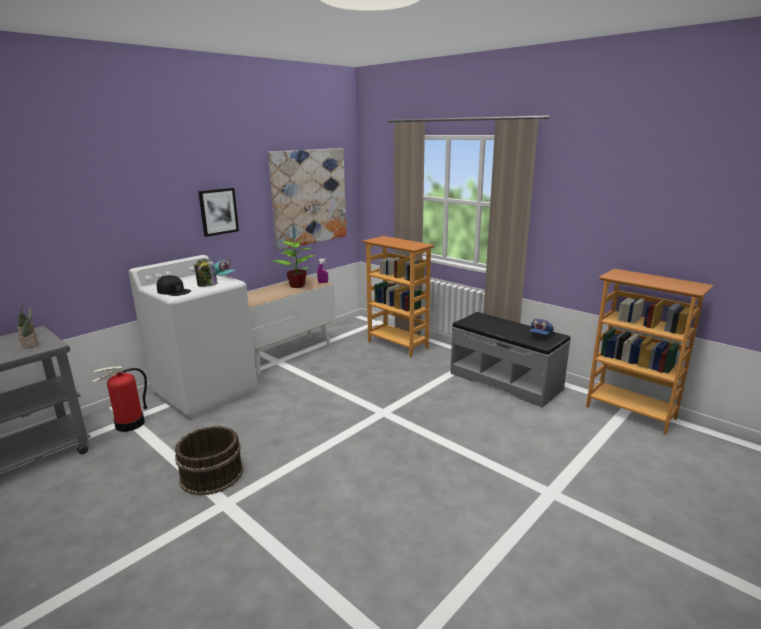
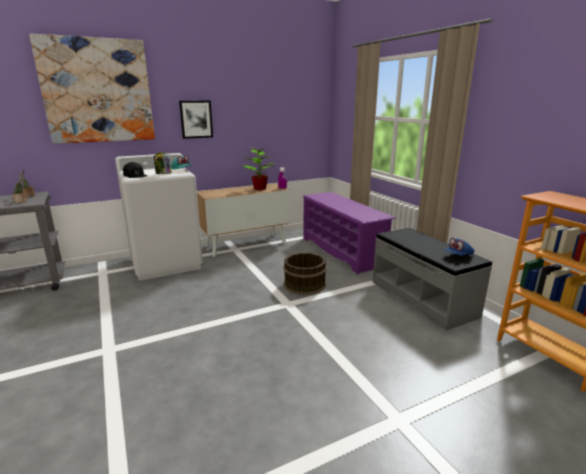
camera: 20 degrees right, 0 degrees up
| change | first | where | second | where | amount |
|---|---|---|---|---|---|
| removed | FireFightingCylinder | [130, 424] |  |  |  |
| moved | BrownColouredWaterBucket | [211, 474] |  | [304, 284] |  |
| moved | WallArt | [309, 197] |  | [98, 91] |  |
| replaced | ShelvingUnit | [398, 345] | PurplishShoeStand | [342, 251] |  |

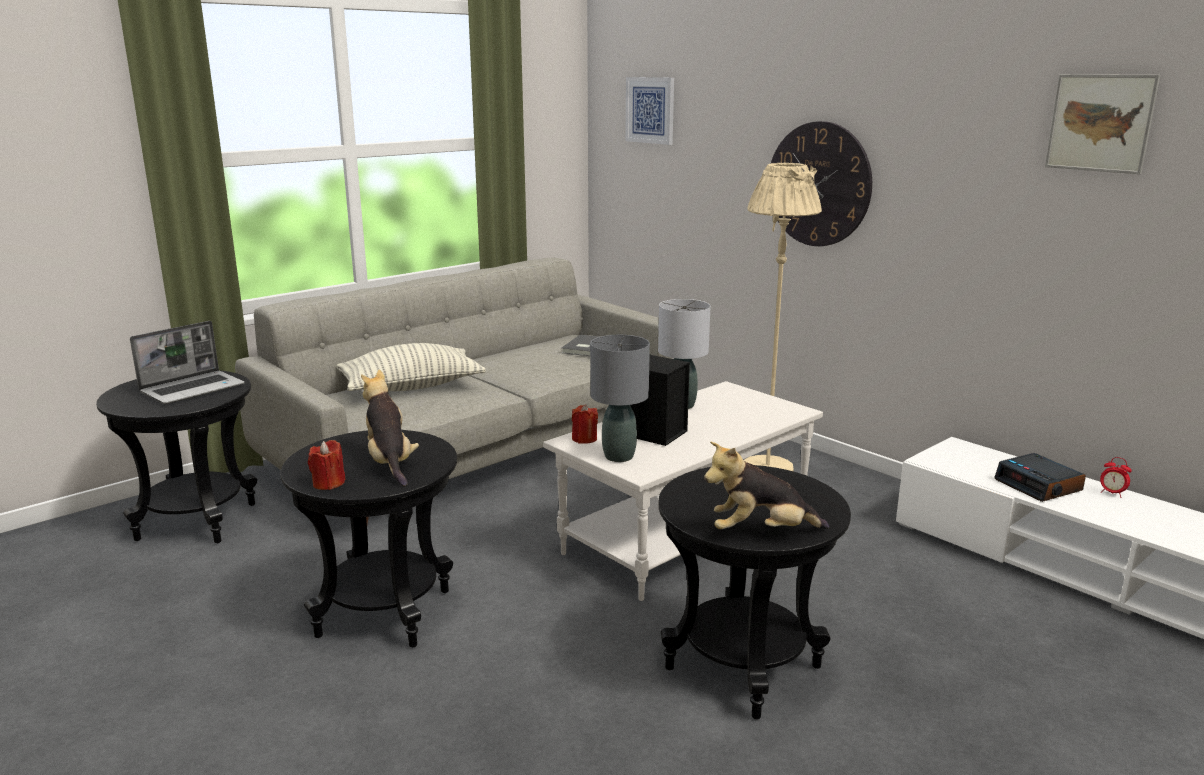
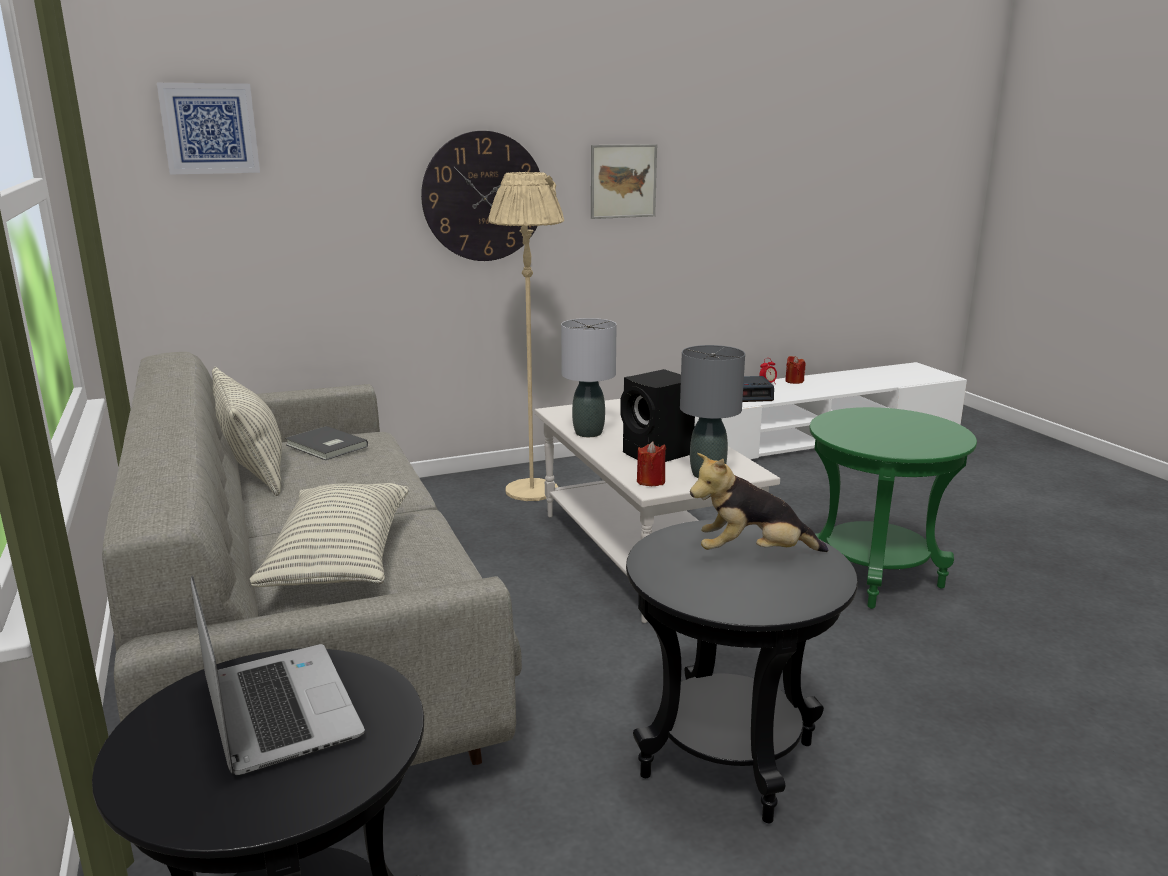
camera: 70 degrees left, 0 degrees up
| change | first | where | second | where | amount |
|---|---|---|---|---|---|
| moved | RedWaxLight | [328, 483] |  | [794, 381] |  |
| recoloured | BlackColouredEndTable | [743, 668] | GreenishEndTable | [874, 578] |  |
| removed | SoftToy | [760, 532] |  |  |  |
| moved | WallArt | [1100, 123] |  | [623, 181] |  |
| added |  |  | Pillow | [252, 469] |  |

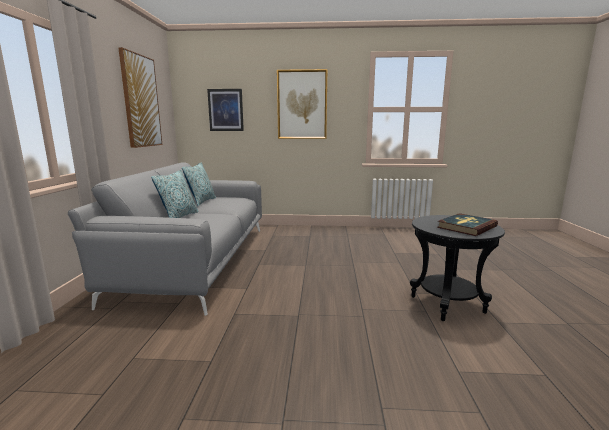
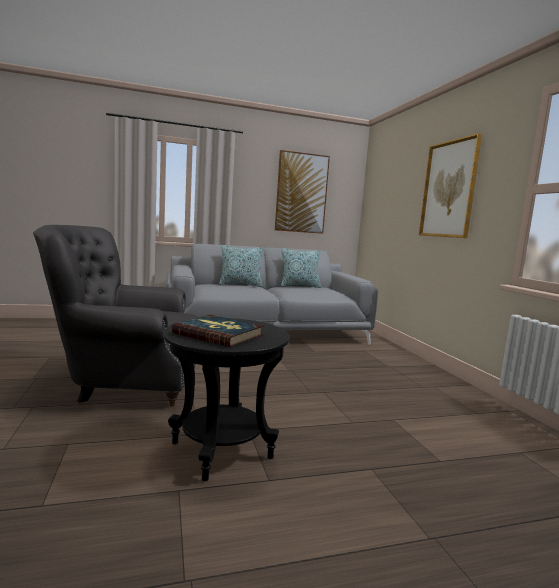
camera: 70 degrees right, 5 degrees down
| change | first | where | second | where | amount |
|---|---|---|---|---|---|
| removed | WallArt | [225, 110] |  |  |  |
| added |  |  | GreyLoungeChair | [125, 383] |  |

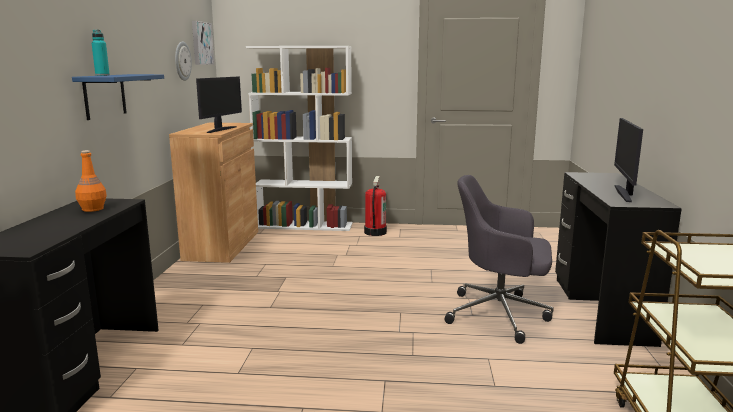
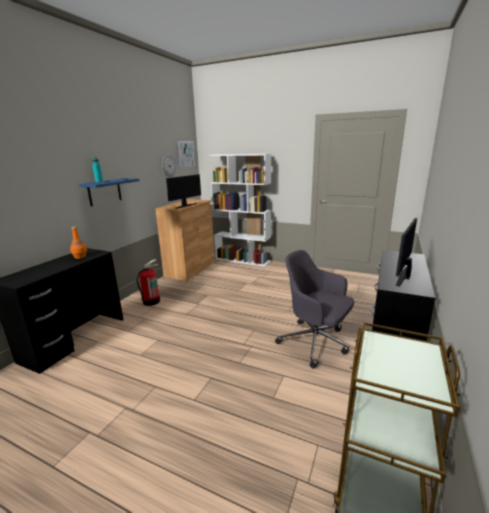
camera: 20 degrees right, 5 degrees up
| change | first | where | second | where | amount |
|---|---|---|---|---|---|
| moved | FireFightingCylinder | [375, 232] |  | [151, 301] |  |

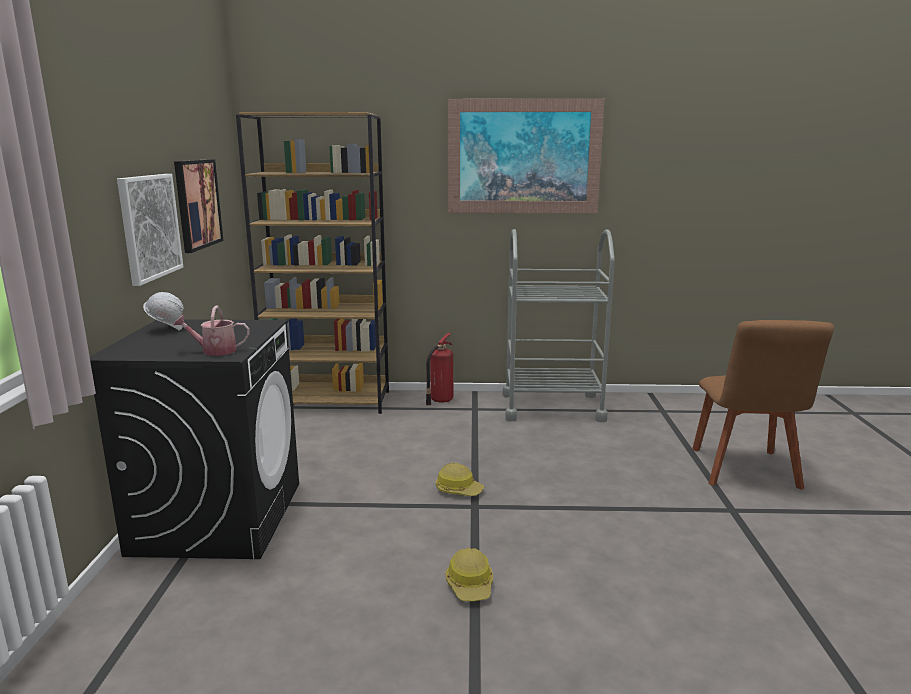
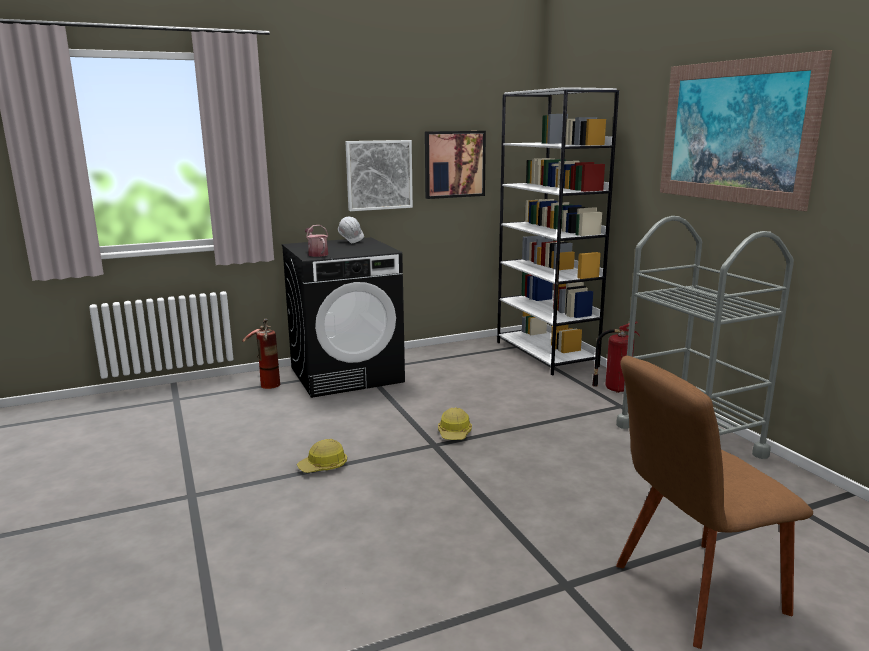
camera: 65 degrees right, 0 degrees up
| change | first | where | second | where | amount |
|---|---|---|---|---|---|
| recoloured | BrownColouredShelvingUnit | [329, 401] | WhitishShelvingUnit | [546, 354] |  |
| added |  |  | FireFightingCylinder | [266, 383] |  |

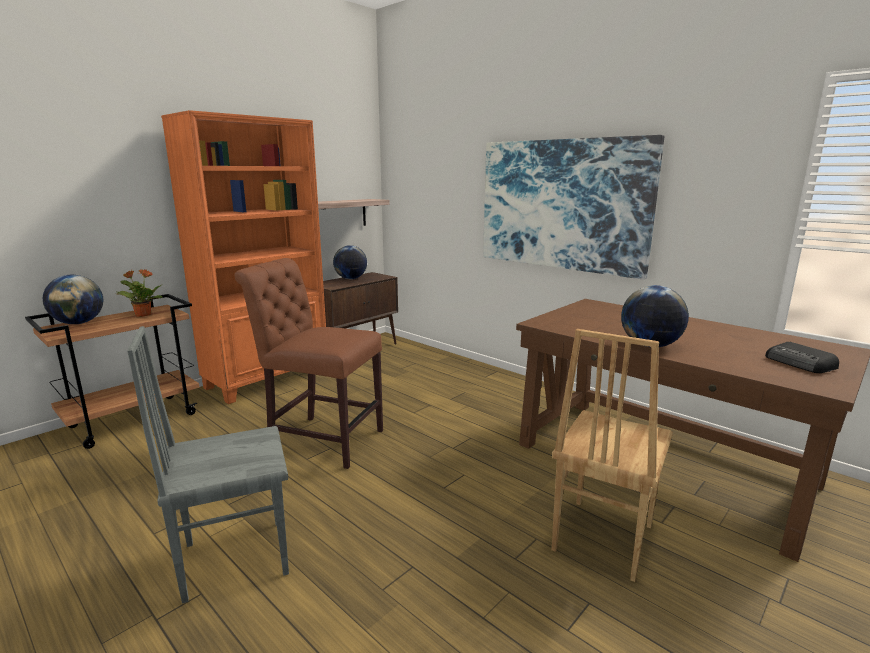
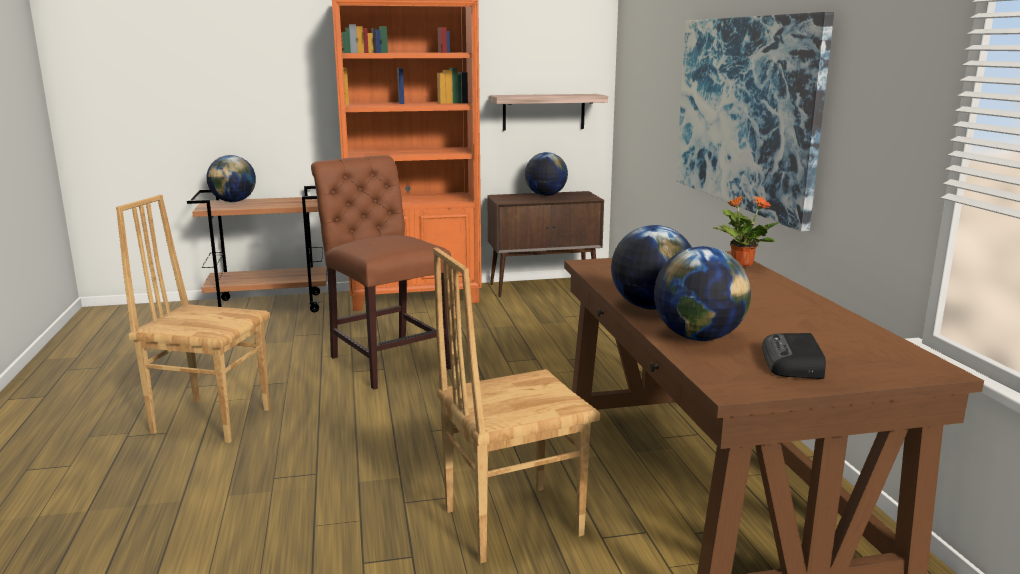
camera: 35 degrees right, 0 degrees up
| change | first | where | second | where | amount |
|---|---|---|---|---|---|
| moved | PlantInAPot | [143, 315] |  | [741, 264] |  |
| recoloured | GreyUprightChair | [234, 557] | BrownColouredUprightChair | [211, 420] |  |
| added |  |  | WorldGlobe | [698, 337] |  |

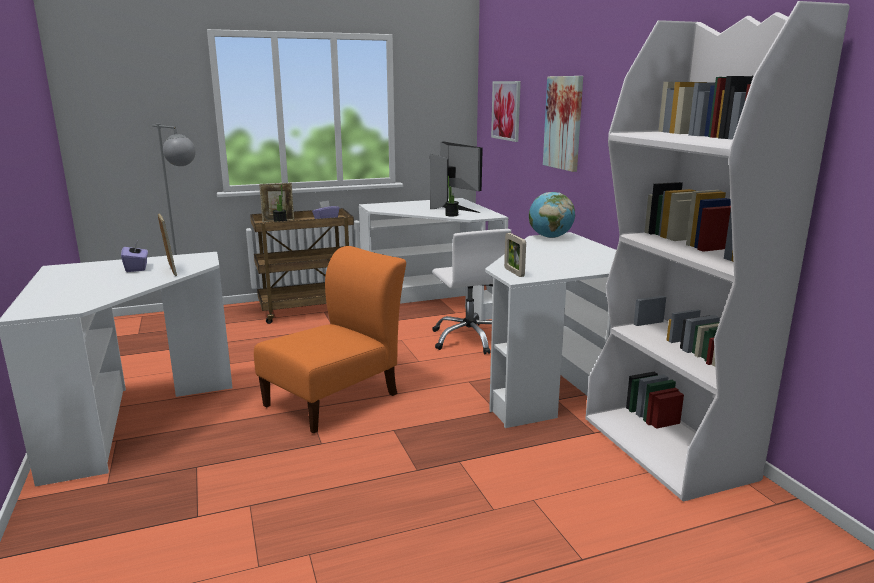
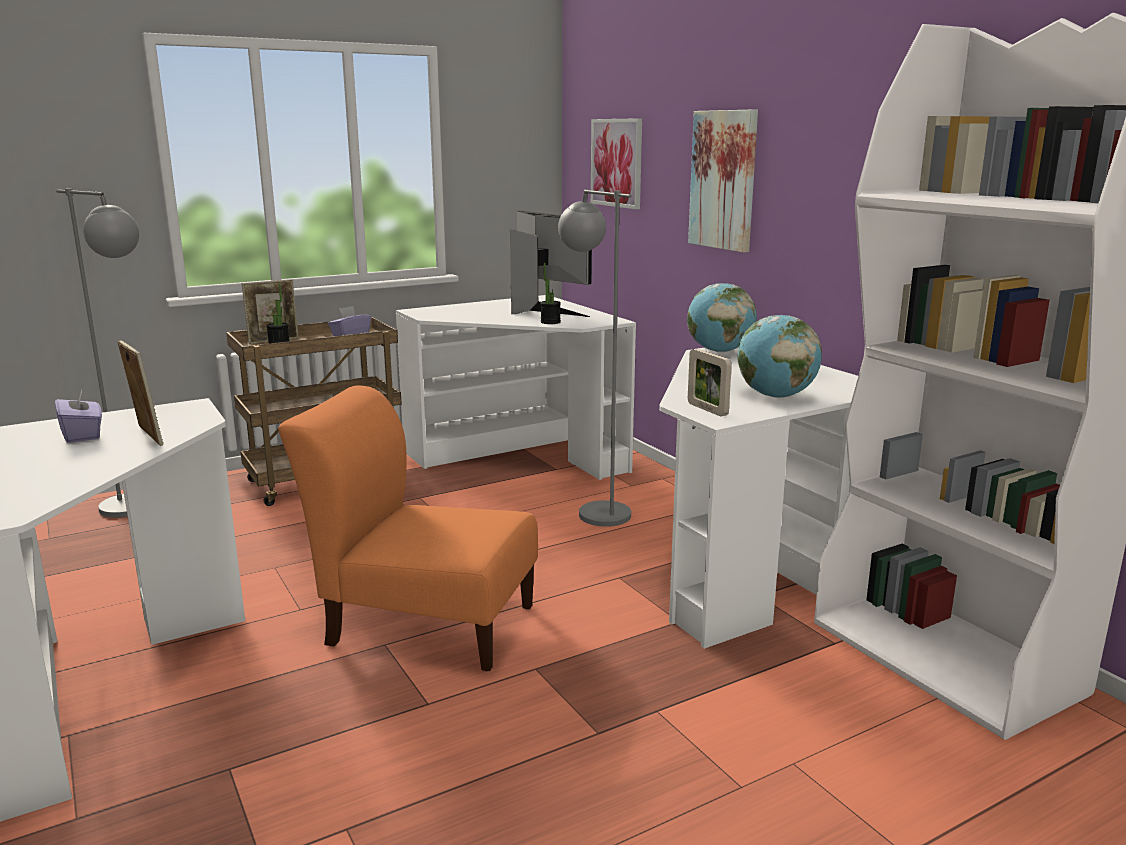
camera: 10 degrees left, 0 degrees up
| change | first | where | second | where | amount |
|---|---|---|---|---|---|
| turned | OrangeColouredUprightChair | [336, 398] |  | [424, 623] | 105 degrees counterclockwise |
| replaced | WhitishComputerChair | [469, 339] | GreyStandardLamp | [594, 509] |  |
| added |  |  | WorldGlobe | [775, 396] |  |

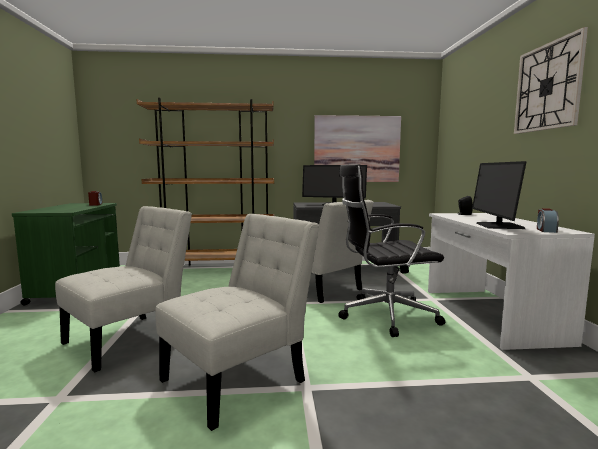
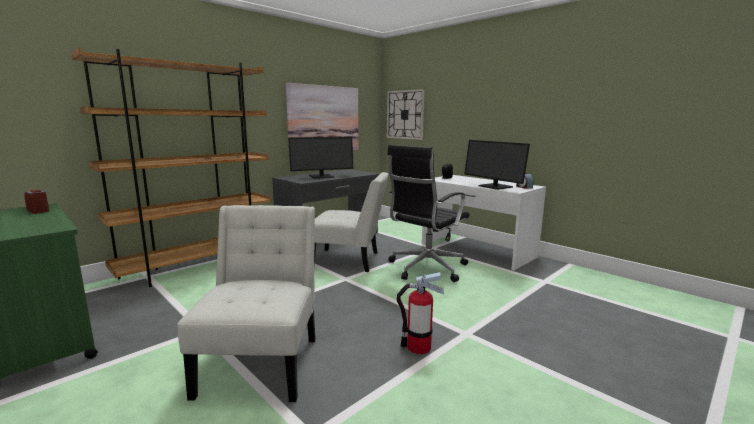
camera: 40 degrees left, 5 degrees up
| change | first | where | second | where | amount |
|---|---|---|---|---|---|
| replaced | WhitishUprightChair | [240, 378] | FireFightingCylinder | [418, 347] |  |
| moved | WallClock | [547, 87] |  | [405, 114] |  |

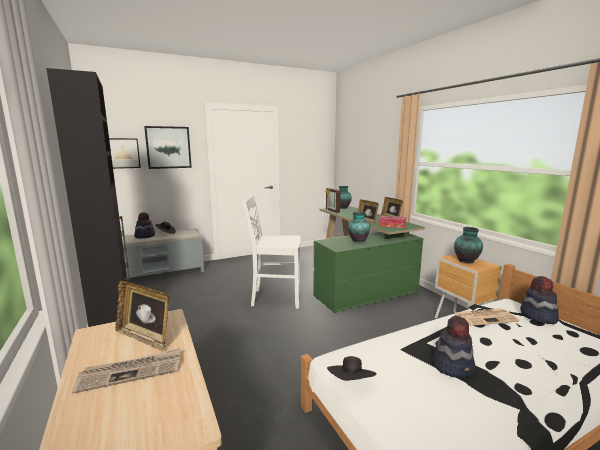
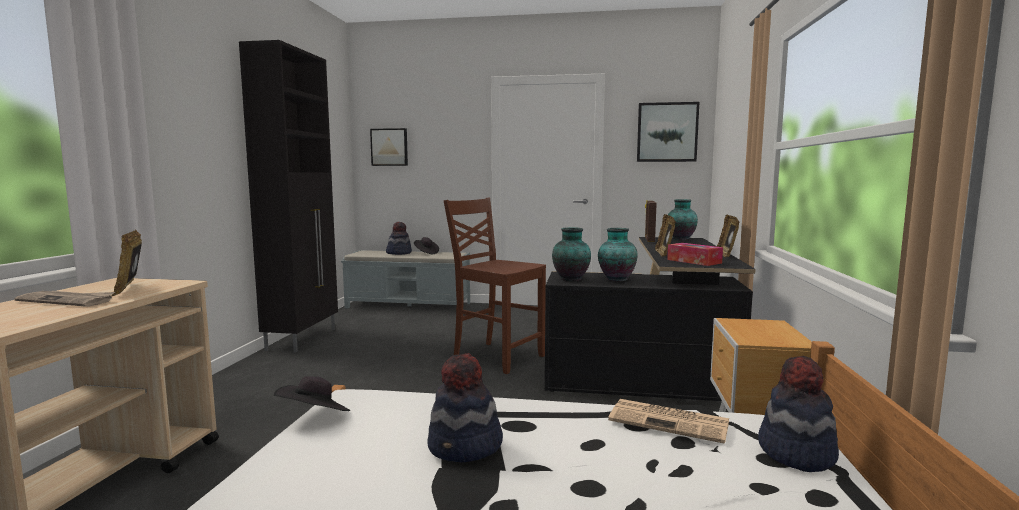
camera: 35 degrees right, 5 degrees down
| change | first | where | second | where | amount |
|---|---|---|---|---|---|
| moved | WallArt | [168, 147] |  | [667, 132] |  |
| recoloured | WhitishUprightChair | [275, 298] | BrownColouredUprightChair | [497, 356] |  |
| recoloured | GreenishDesk | [359, 281] | BlackColouredDesk | [658, 366] |  |
| moved | DecorativeVase | [467, 261] |  | [571, 279] |  |

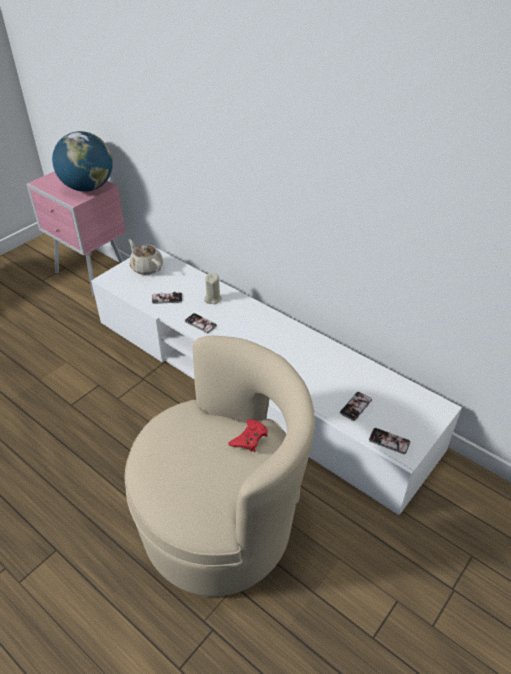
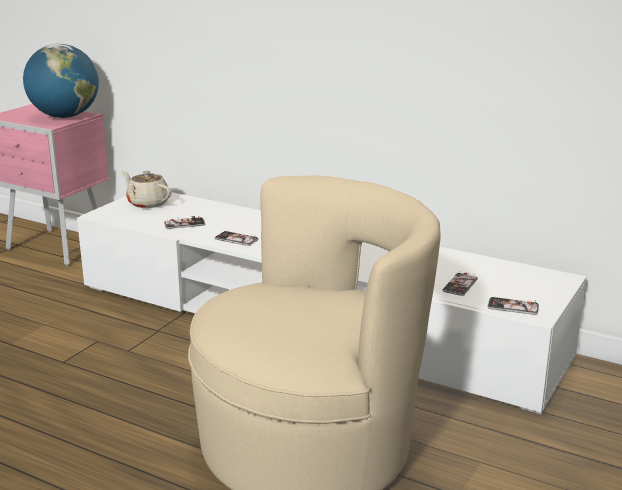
camera: 10 degrees left, 20 degrees down
| change | first | where | second | where | amount |
|---|---|---|---|---|---|
| removed | SandColouredWaxLight | [213, 298] |  |  |  |
| removed | RedGameController | [249, 438] |  |  |  |

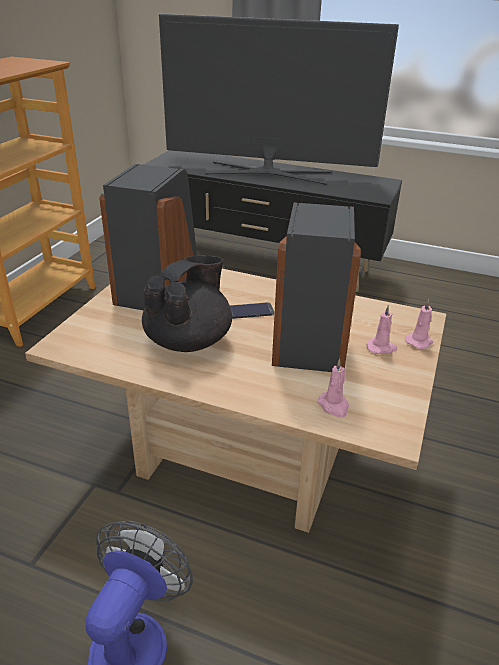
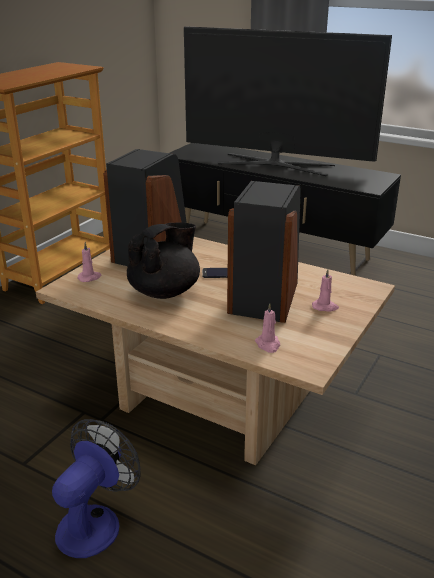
camera: 10 degrees right, 5 degrees down
| change | first | where | second | where | amount |
|---|---|---|---|---|---|
| moved | PinkWaxLight | [419, 341] |  | [90, 277] |  |

